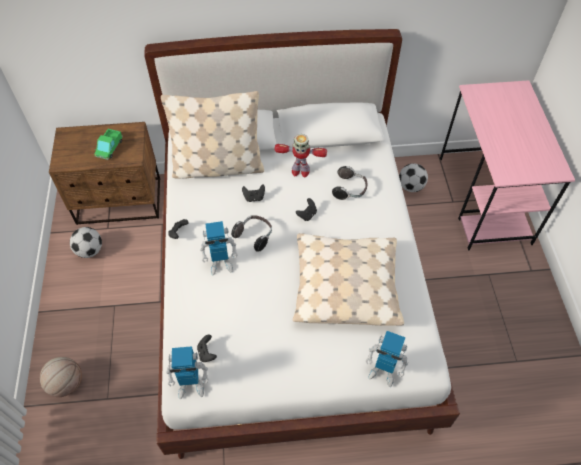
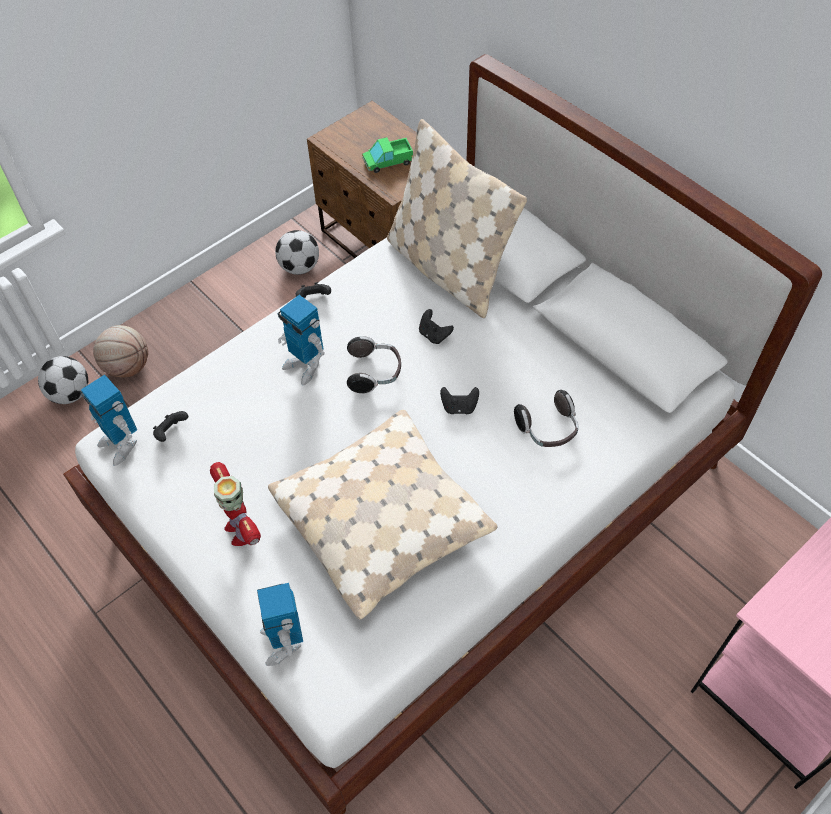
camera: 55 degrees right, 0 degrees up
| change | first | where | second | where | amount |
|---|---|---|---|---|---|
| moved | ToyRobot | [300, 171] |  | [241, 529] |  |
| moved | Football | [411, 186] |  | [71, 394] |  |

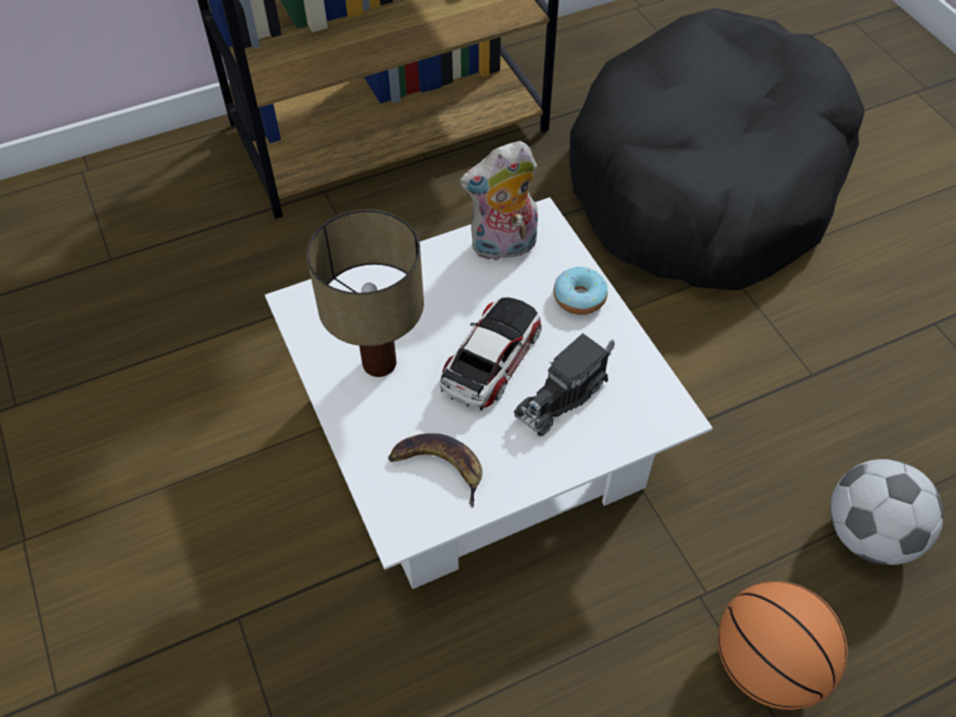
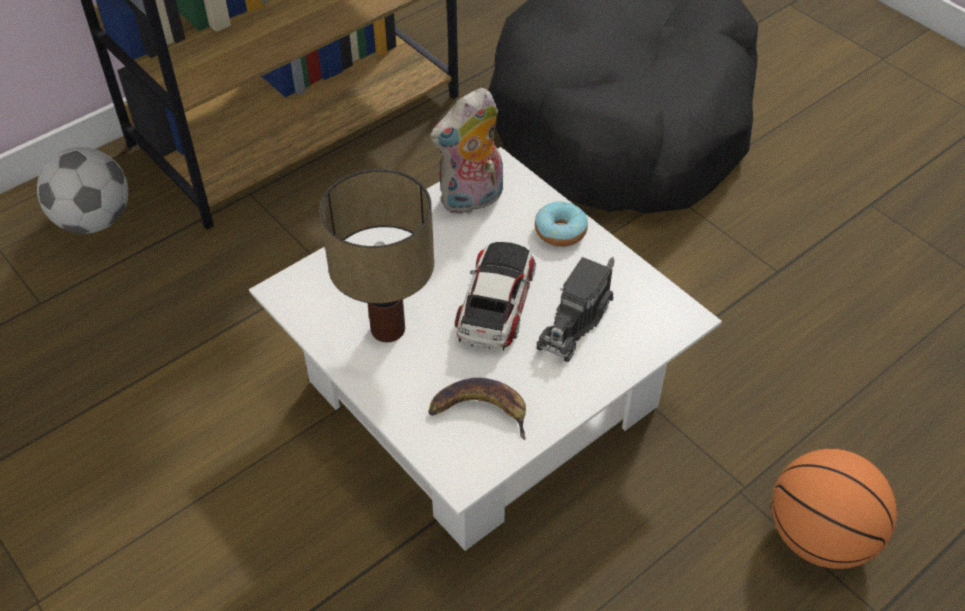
camera: 15 degrees left, 5 degrees down
| change | first | where | second | where | amount |
|---|---|---|---|---|---|
| moved | Football | [868, 534] |  | [94, 220] |  |

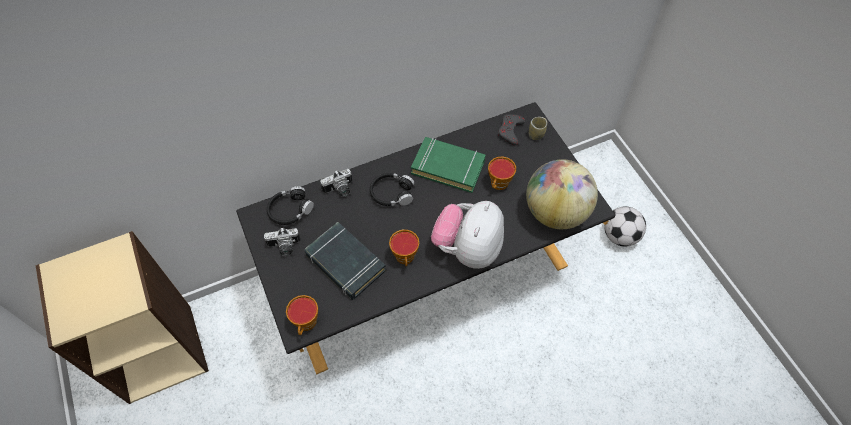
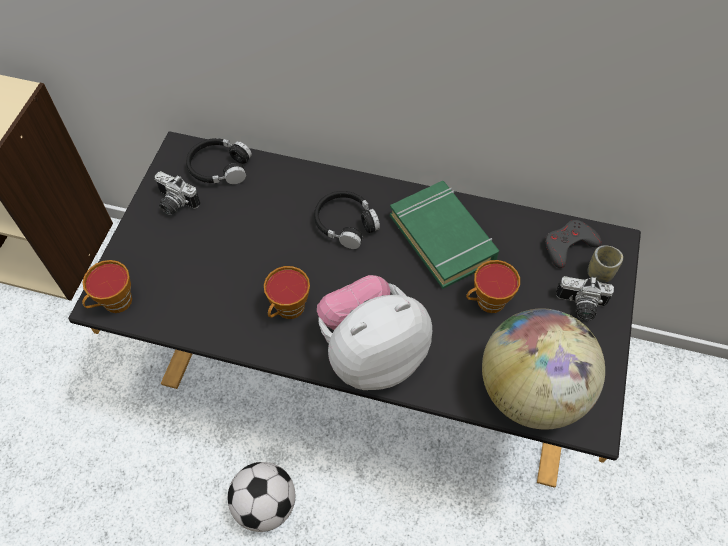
camera: 40 degrees right, 0 degrees up
| change | first | where | second | where | amount |
|---|---|---|---|---|---|
| removed | BlackColouredBook | [345, 263] |  |  |  |
| moved | PhotoCamera | [339, 190] |  | [580, 306] |  |
| moved | Football | [620, 236] |  | [265, 505] |  |

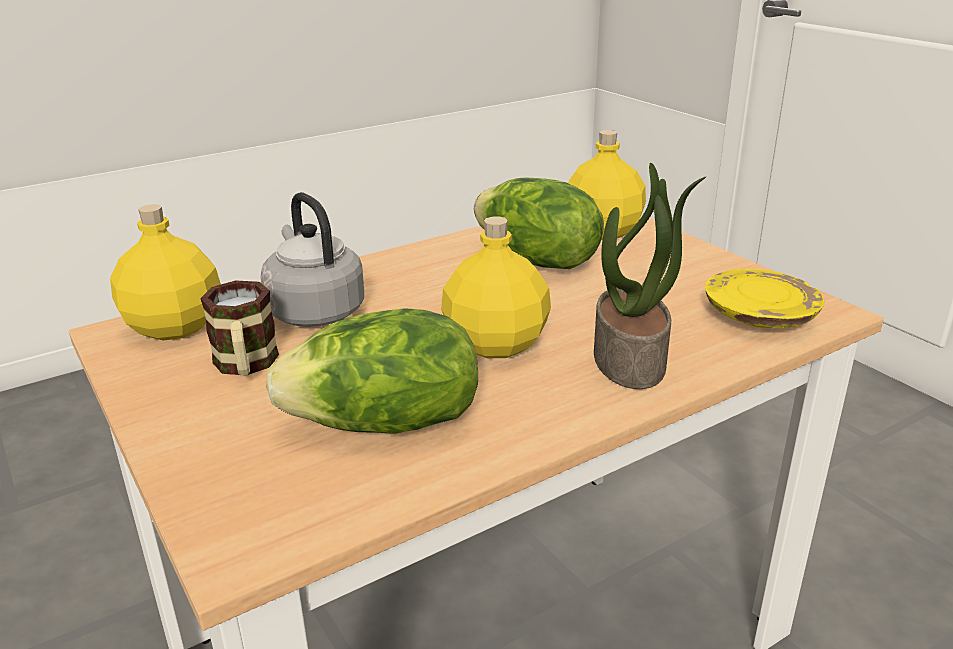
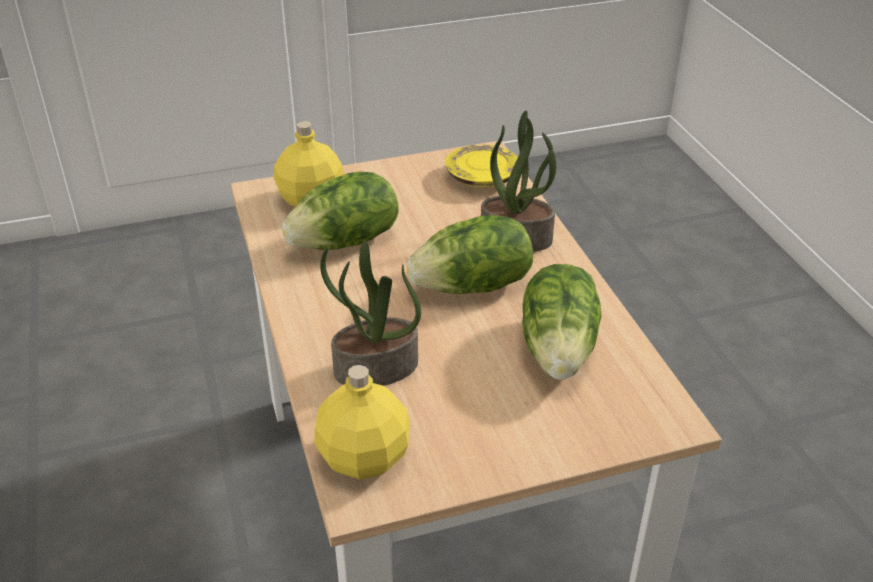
camera: 75 degrees left, 10 degrees up
| change | first | where | second | where | amount |
|---|---|---|---|---|---|
| removed | Mug | [246, 366] |  |  |  |
| replaced | GreyKettle | [314, 311] | PlantInAPot | [375, 369] |  |
| replaced | YellowBottle | [495, 344] | Lettuce | [474, 287] |  |

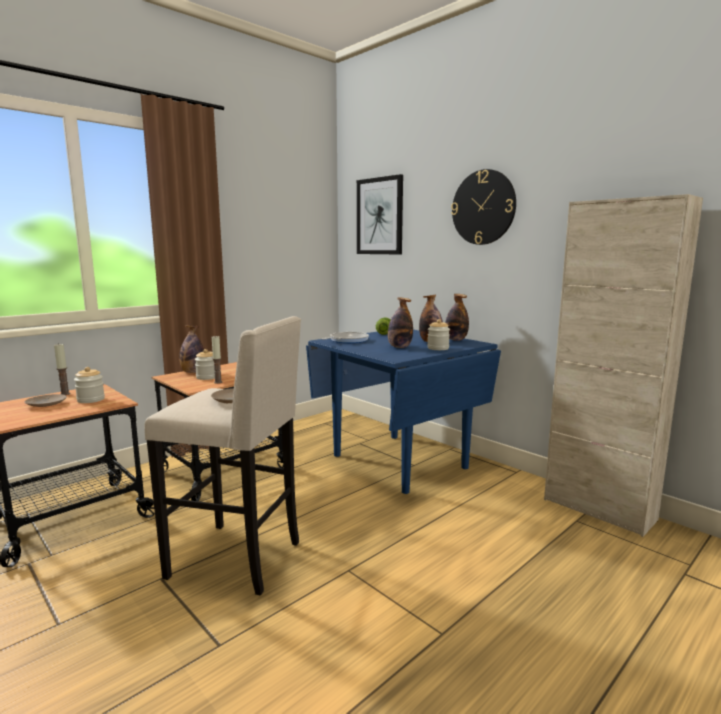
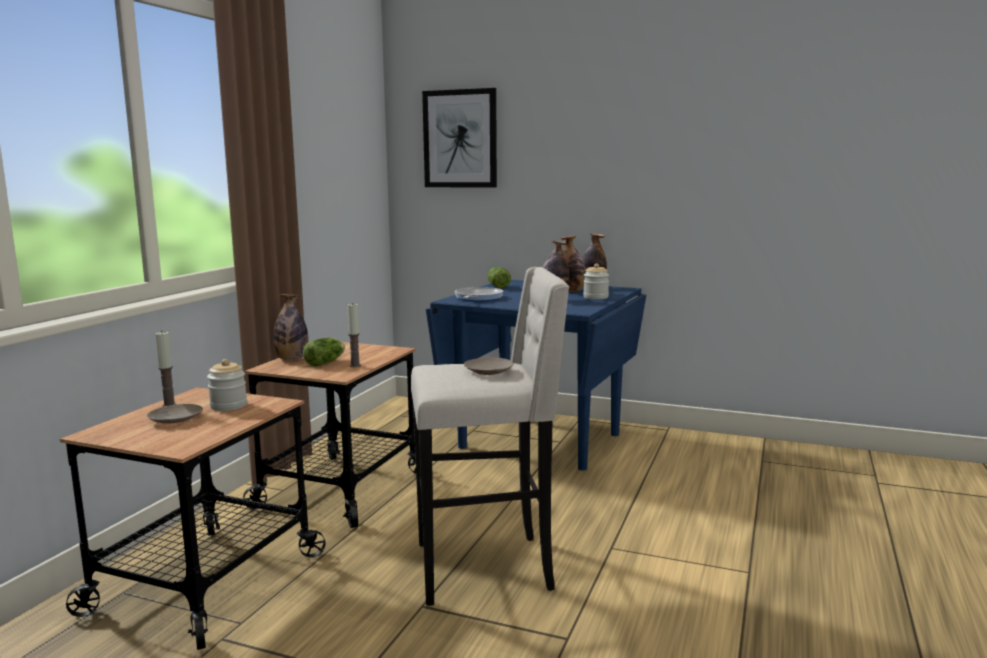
camera: 25 degrees left, 0 degrees up
| change | first | where | second | where | amount |
|---|---|---|---|---|---|
| replaced | PreserveJar | [207, 377] | Lettuce | [326, 362] |  |
| removed | WallClock | [483, 207] |  |  |  |
| removed | SandColouredStorageCabinet | [598, 509] |  |  |  |

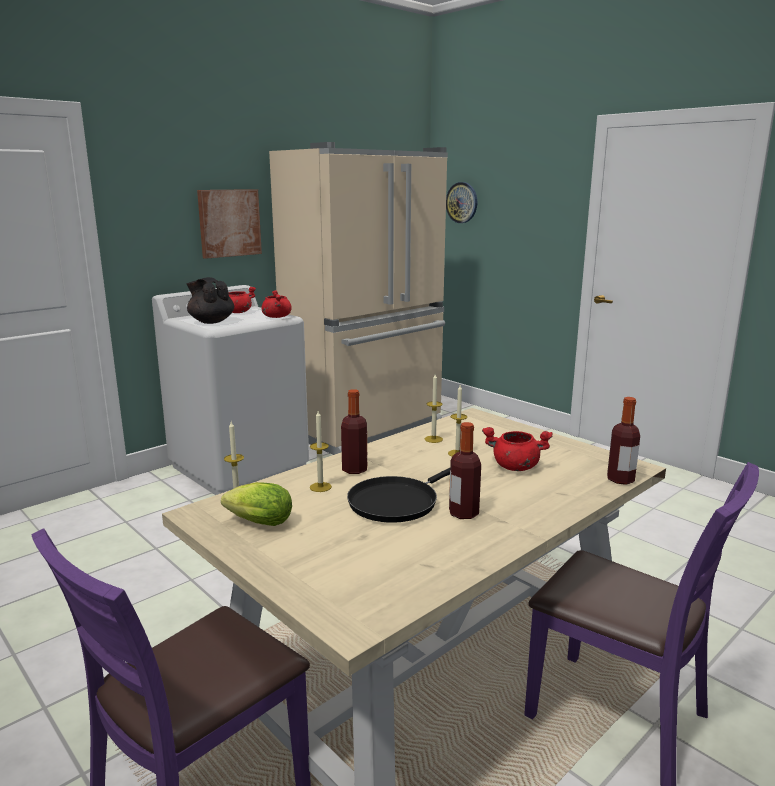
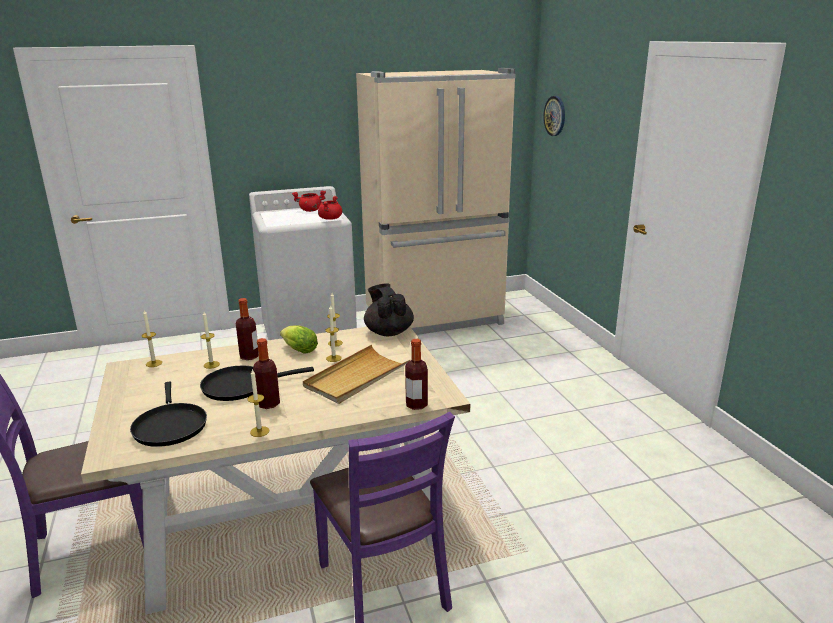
camera: 25 degrees right, 5 degrees up
| change | first | where | second | where | amount |
|---|---|---|---|---|---|
| moved | BlackColouredPotForTea | [211, 321] |  | [388, 332] |  |
| removed | WallArt | [229, 223] |  |  |  |
| moved | Lettuce | [256, 523] |  | [298, 350] |  |
| replaced | RedSaucepot | [514, 467] | SandColouredTray | [356, 377] |  |
| added |  |  | BlackColouredFryingPan | [170, 426] |  |
| added |  |  | WaxLight | [259, 431] |  |

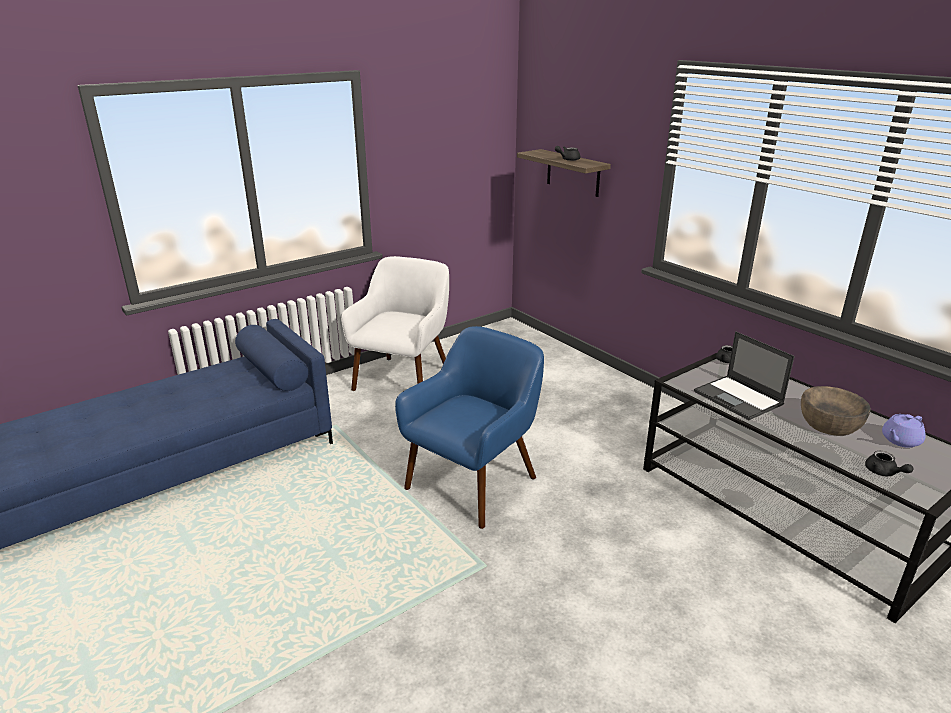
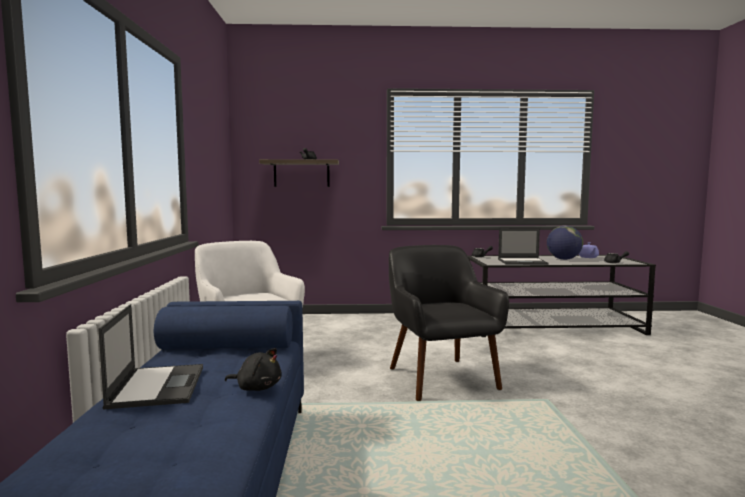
camera: 55 degrees left, 20 degrees down
| change | first | where | second | where | amount |
|---|---|---|---|---|---|
| recoloured | BluishLoungeChair | [474, 483] | BlackColouredLoungeChair | [440, 378] |  |
| replaced | BrownColouredDeepDish | [830, 423] | WorldGlobe | [563, 259] |  |
| added |  |  | PortableComputer | [157, 386] |  |
| added |  |  | BlackColouredSoftToy | [257, 387] |  |

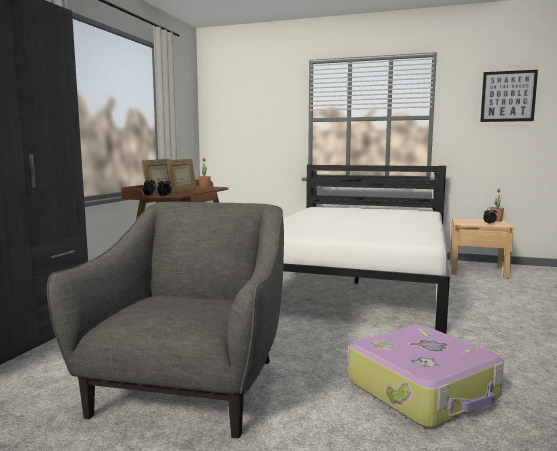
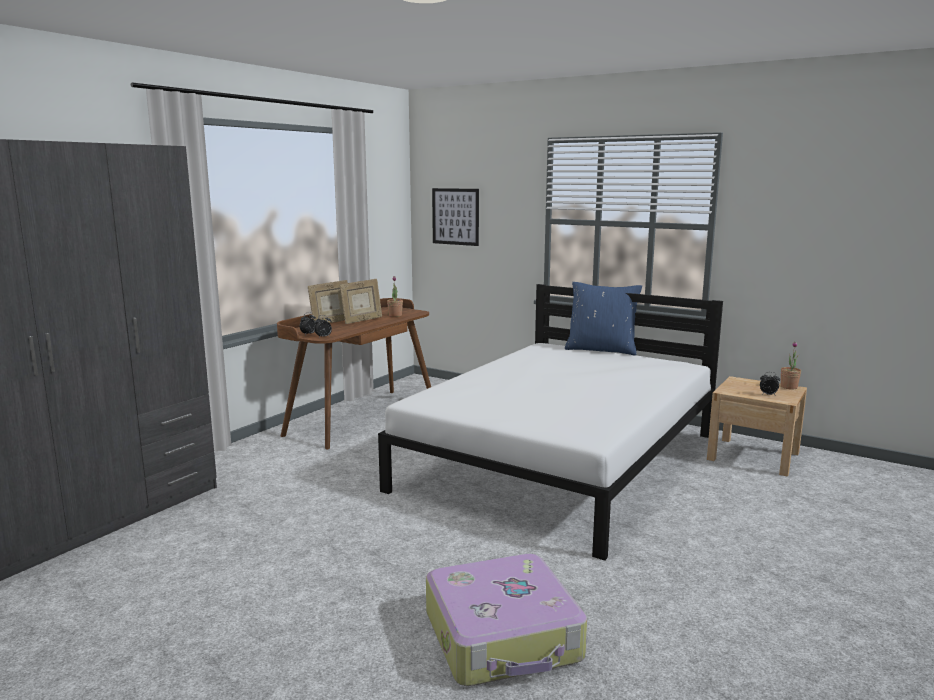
camera: 15 degrees right, 5 degrees up
| change | first | where | second | where | amount |
|---|---|---|---|---|---|
| removed | GreyLoungeChair | [192, 386] |  |  |  |
| moved | WallArt | [508, 96] |  | [455, 216] |  |
| added |  |  | BluishPillow | [601, 349] |  |

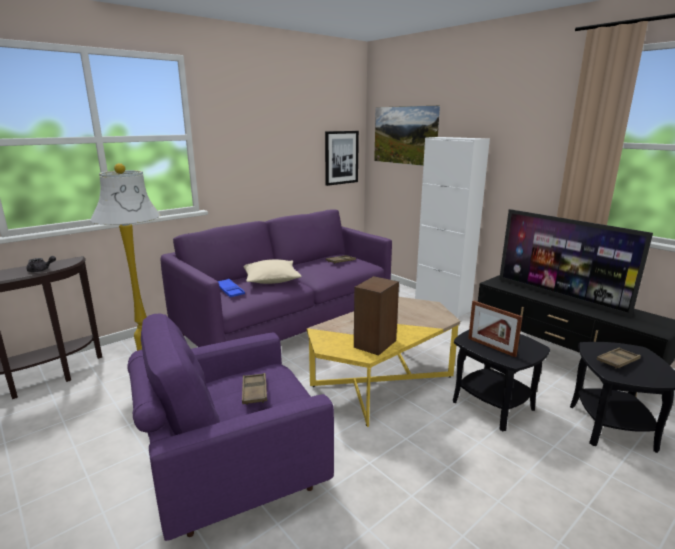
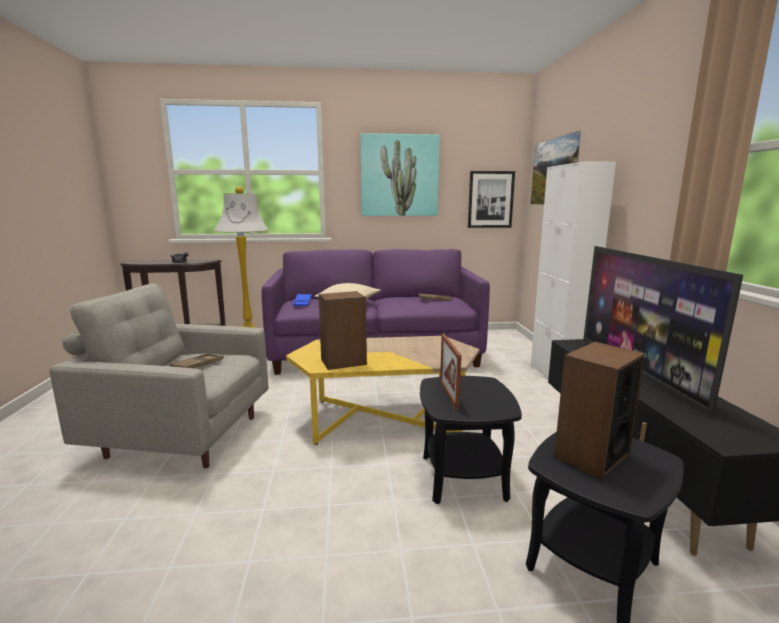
camera: 35 degrees right, 5 degrees down
| change | first | where | second | where | amount |
|---|---|---|---|---|---|
| recoloured | PurplishLoungeChair | [234, 473] | GreyLoungeChair | [182, 435] |  |
| replaced | BrownColouredTray | [617, 361] | Loudspeaker | [591, 455] |  |
| added |  |  | WallArt | [399, 176] |  |

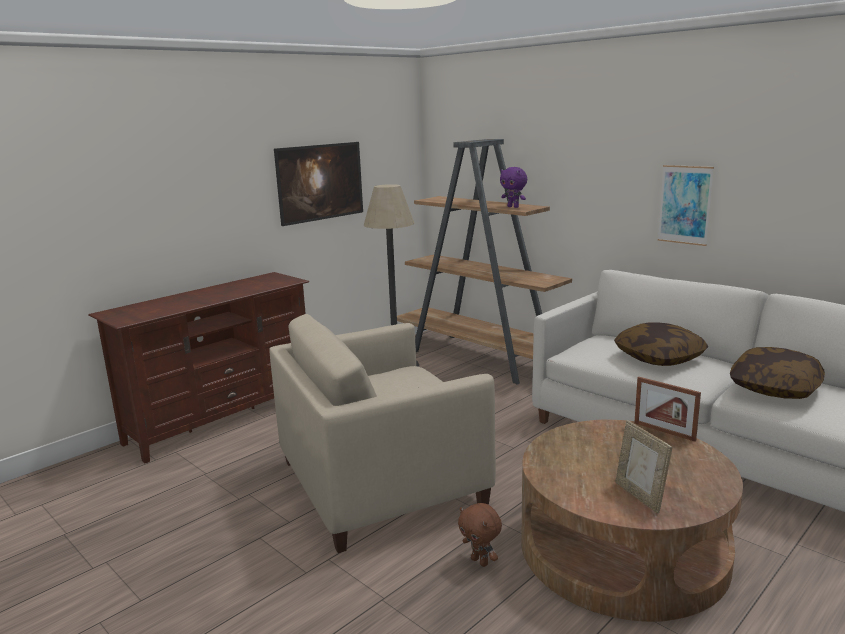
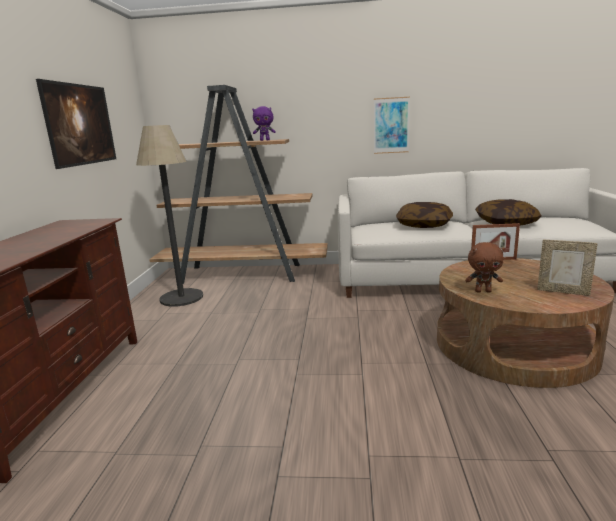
camera: 40 degrees left, 0 degrees up
| change | first | where | second | where | amount |
|---|---|---|---|---|---|
| removed | SandColouredLoungeChair | [381, 482] |  |  |  |
| moved | BrownColouredSoftToy | [480, 561] |  | [483, 291] |  |

